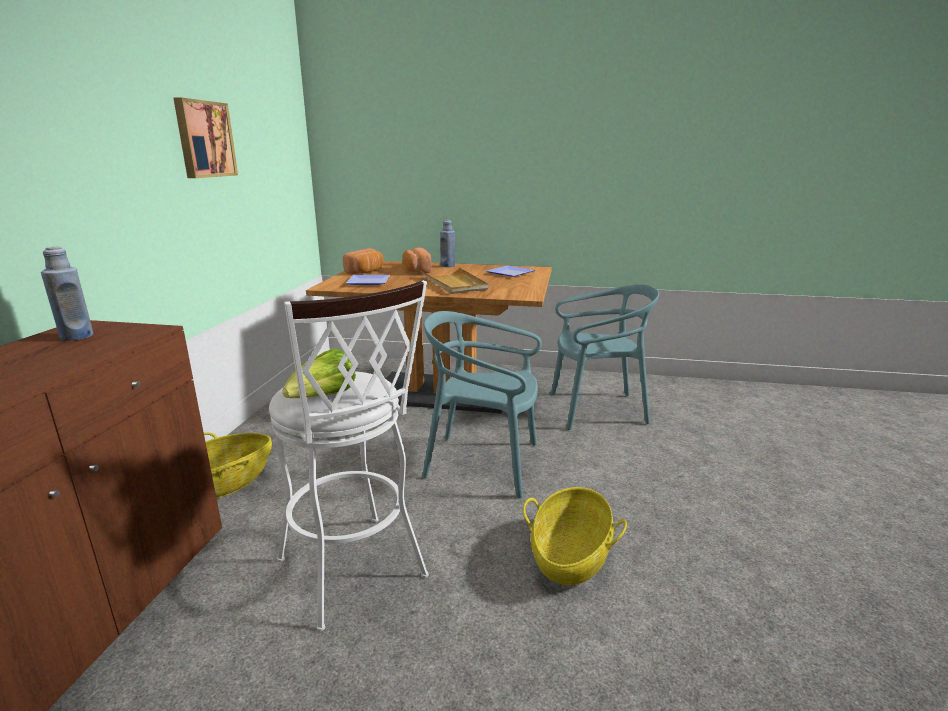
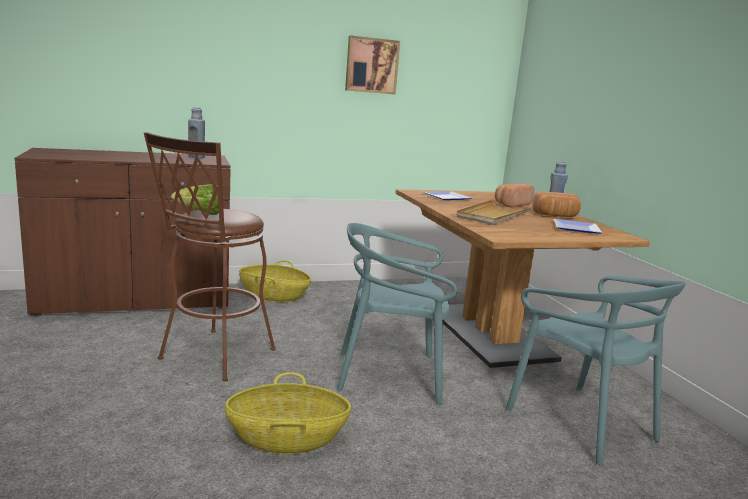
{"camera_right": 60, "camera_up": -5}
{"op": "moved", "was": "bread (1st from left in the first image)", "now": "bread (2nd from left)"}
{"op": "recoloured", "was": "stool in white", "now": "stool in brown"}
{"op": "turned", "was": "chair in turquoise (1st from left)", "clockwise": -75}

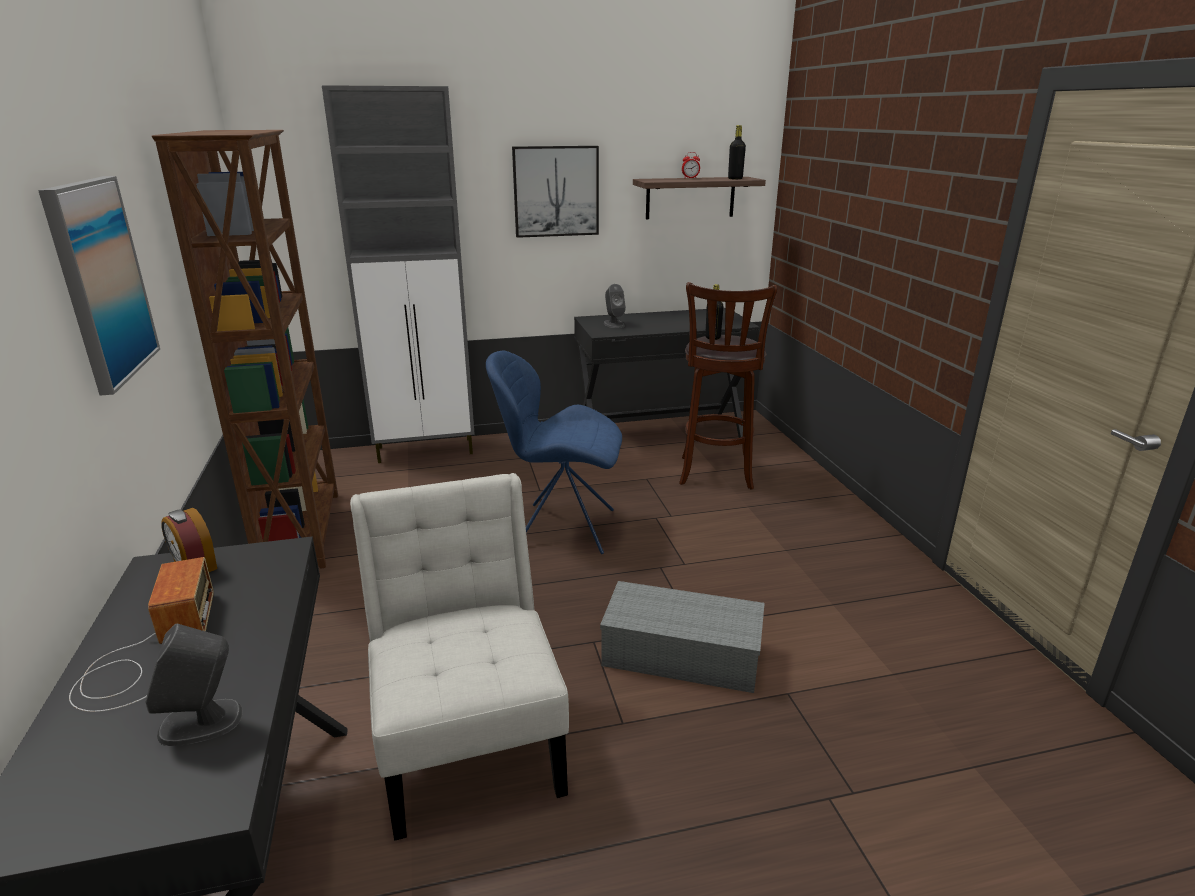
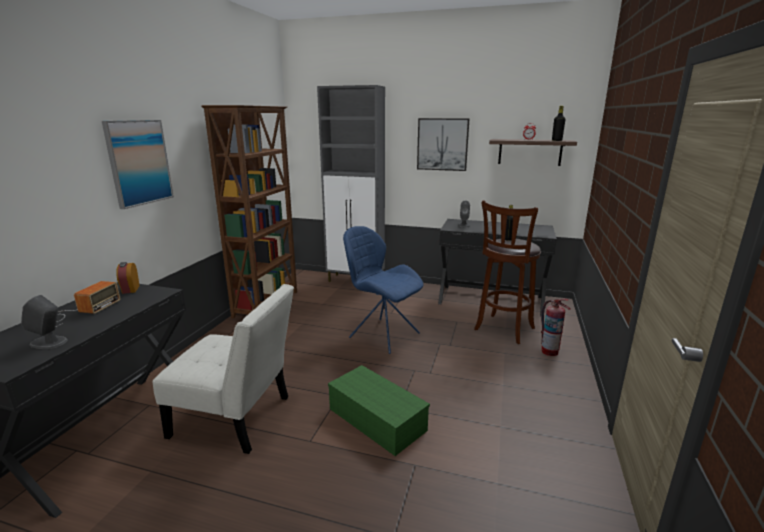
{"camera_right": 30, "camera_up": -5}
{"op": "turned", "was": "chair in white", "clockwise": 90}
{"op": "recoloured", "was": "storage box in grey", "now": "storage box in green"}
{"op": "added", "now": "fire extinguisher"}

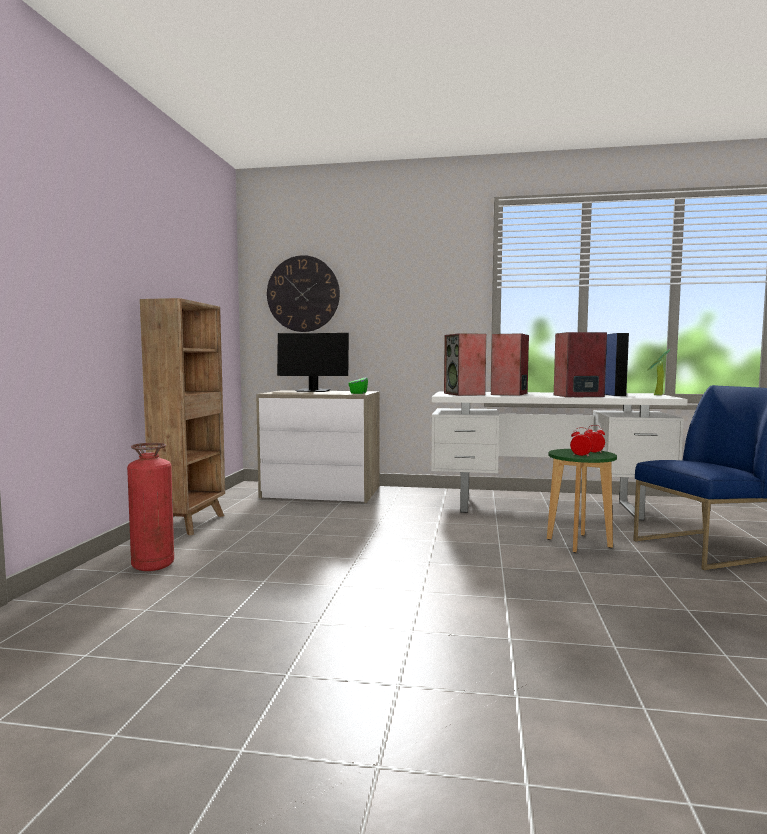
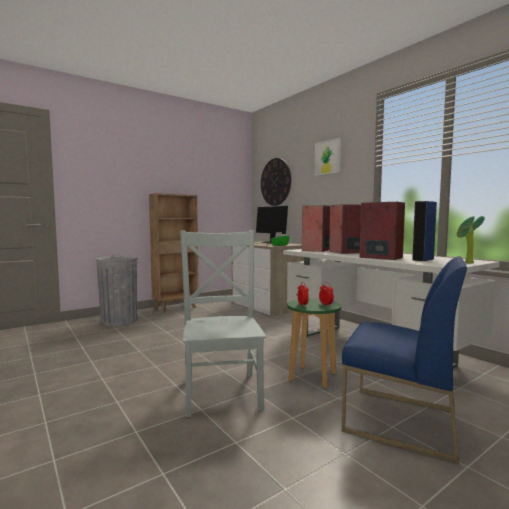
{"camera_right": 45, "camera_up": 0}
{"op": "replaced", "was": "fire extinguisher", "now": "trash can in grey"}
{"op": "added", "now": "picture"}
{"op": "added", "now": "chair in grey"}

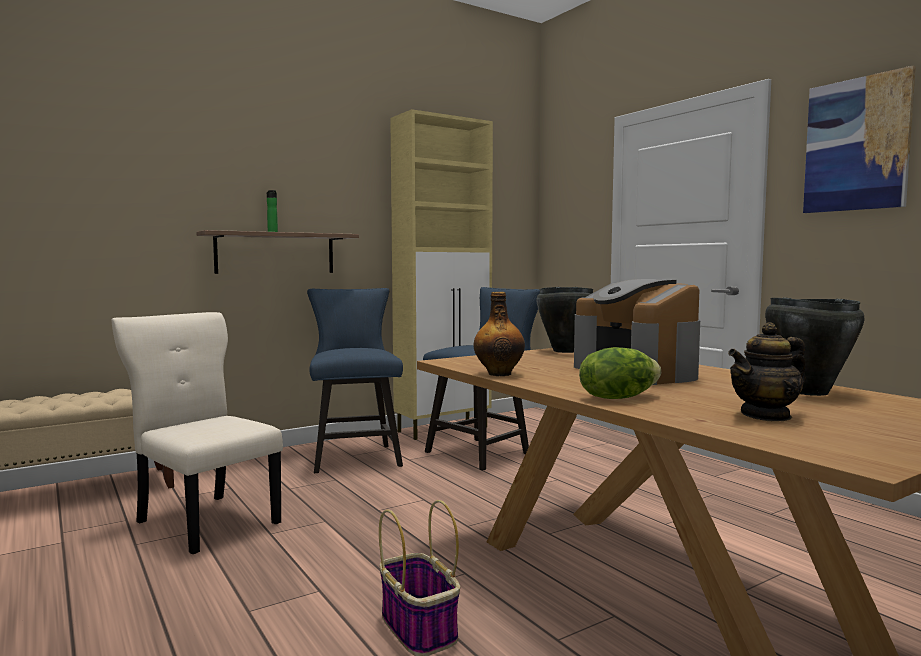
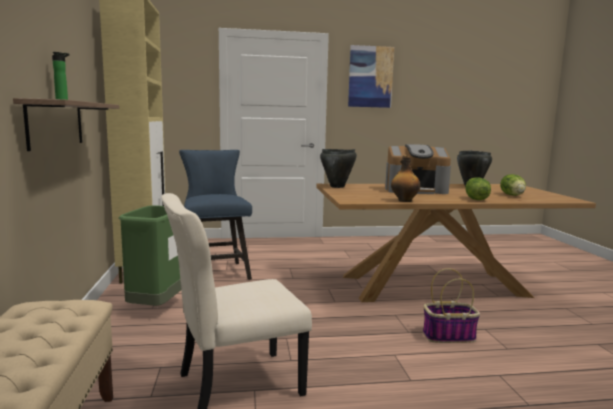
{"camera_right": -65, "camera_up": 5}
{"op": "replaced", "was": "chair in blue (1st from left)", "now": "trash can in green"}
{"op": "replaced", "was": "teapot", "now": "lettuce (2nd from left)"}

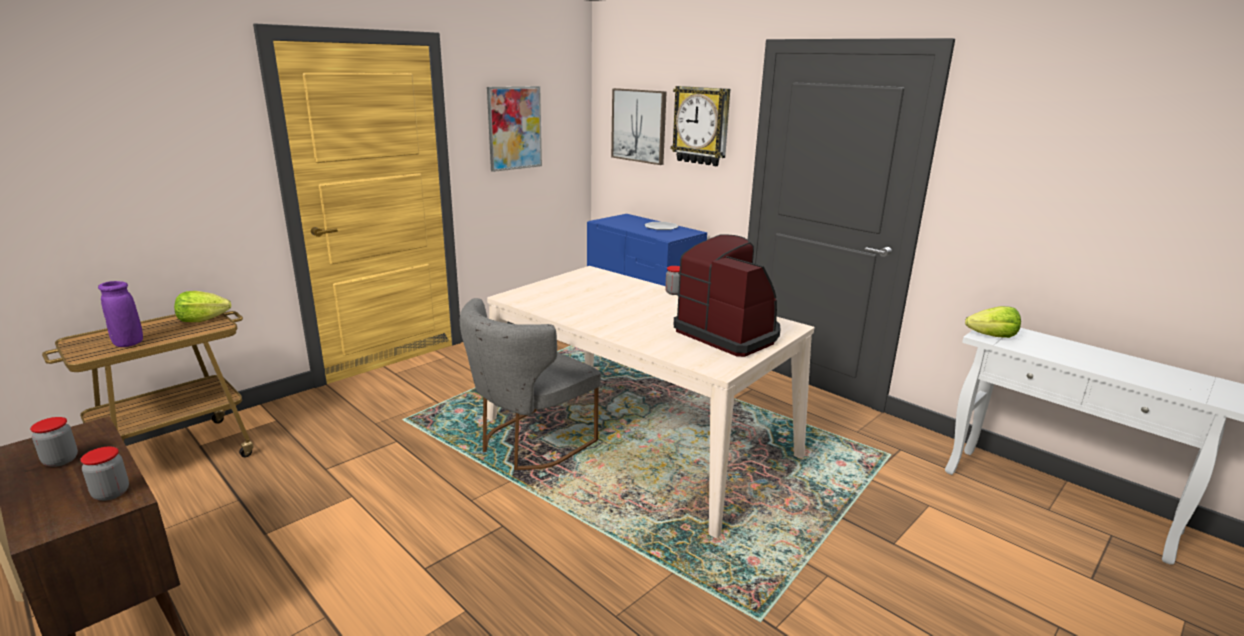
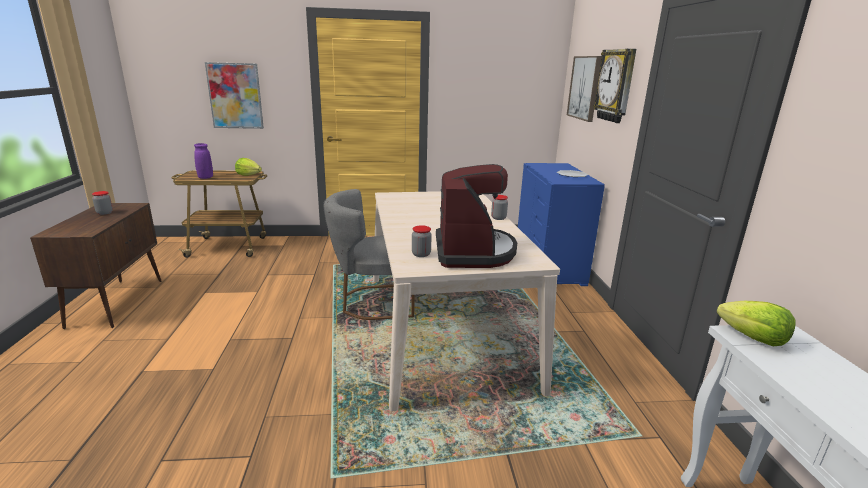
{"camera_right": 40, "camera_up": 0}
{"op": "moved", "was": "picture (1st from left)"}
{"op": "moved", "was": "jar (2nd from left)"}

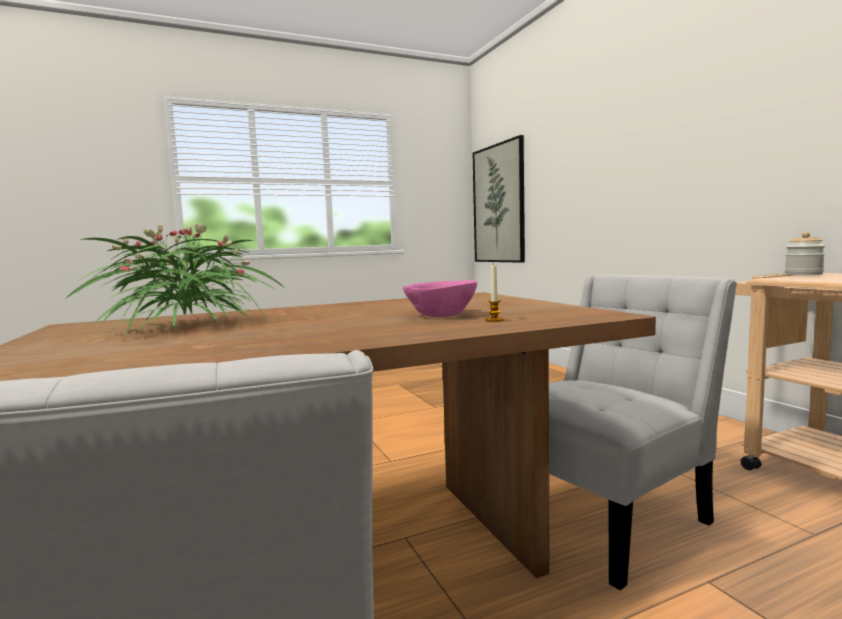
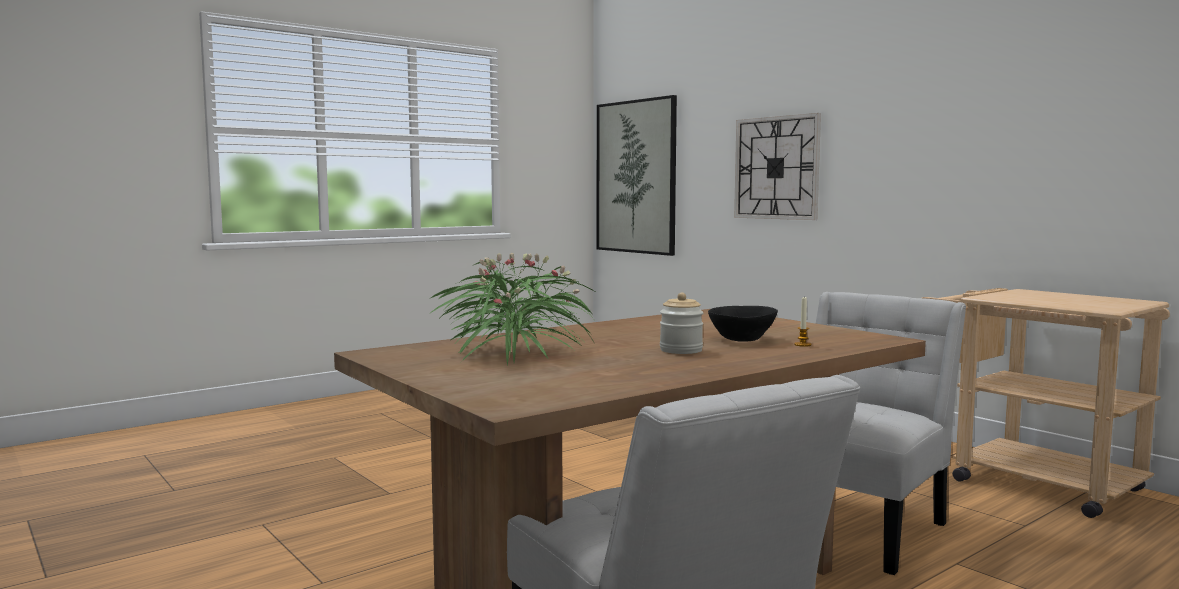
{"camera_right": -15, "camera_up": 0}
{"op": "moved", "was": "jar"}
{"op": "recoloured", "was": "bowl in pink", "now": "bowl in black"}
{"op": "added", "now": "wall clock"}

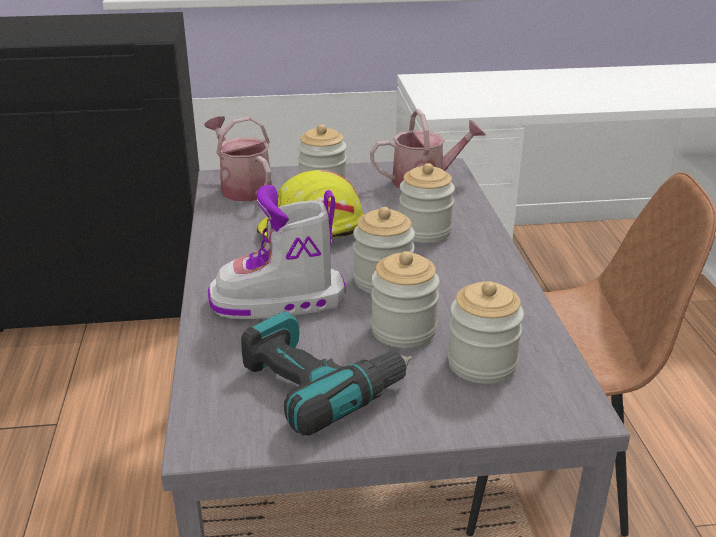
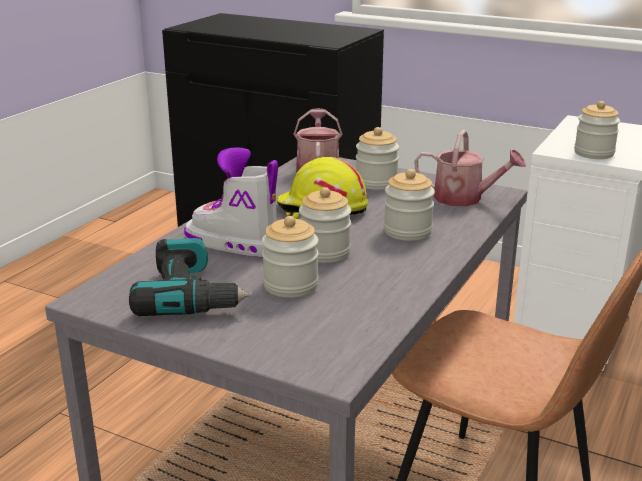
{"camera_right": 35, "camera_up": -5}
{"op": "moved", "was": "jar (5th from left)"}

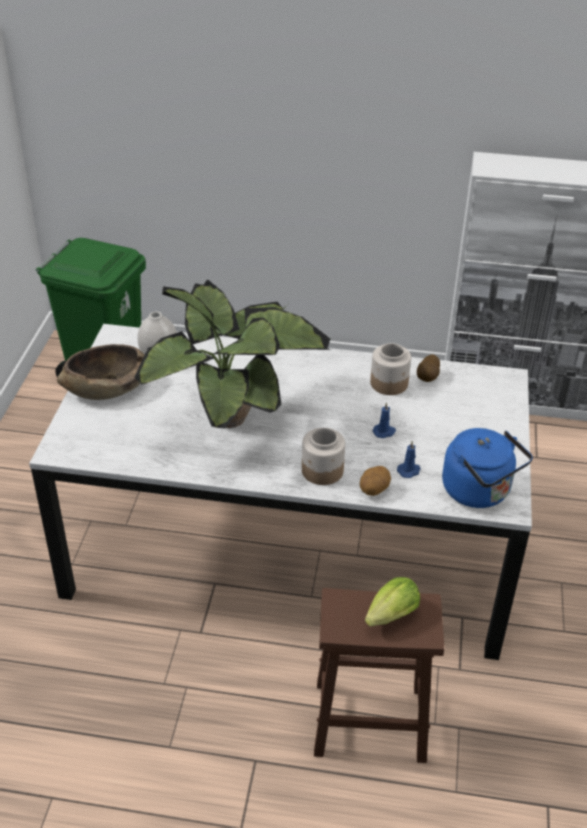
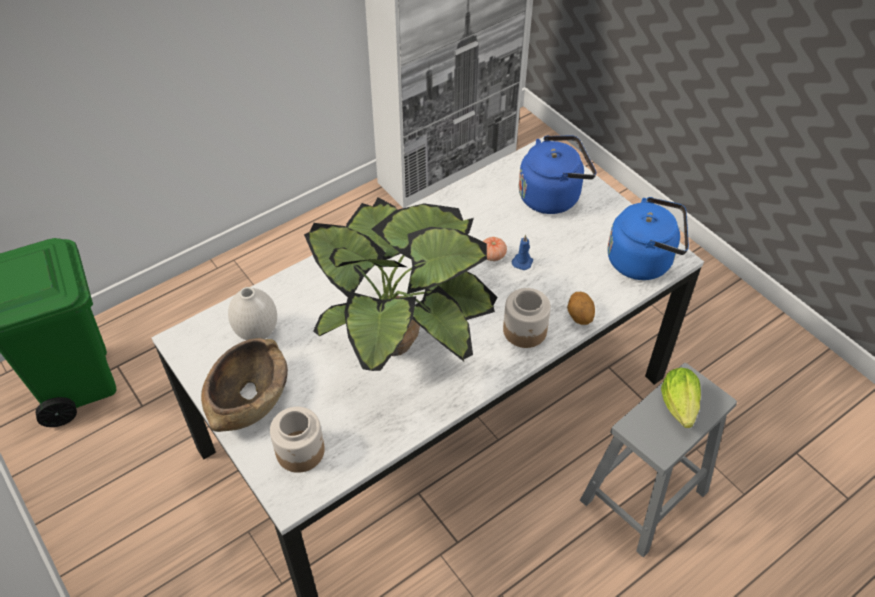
{"camera_right": -45, "camera_up": 10}
{"op": "moved", "was": "jar (2nd from left in the first image)", "now": "jar (1st from left)"}
{"op": "removed", "was": "potato (2nd from left)"}
{"op": "removed", "was": "candle in blue (2nd from left)"}
{"op": "recoloured", "was": "stool in brown", "now": "stool in grey"}
{"op": "added", "now": "kettle in blue (1st from left)"}
{"op": "added", "now": "tomato"}

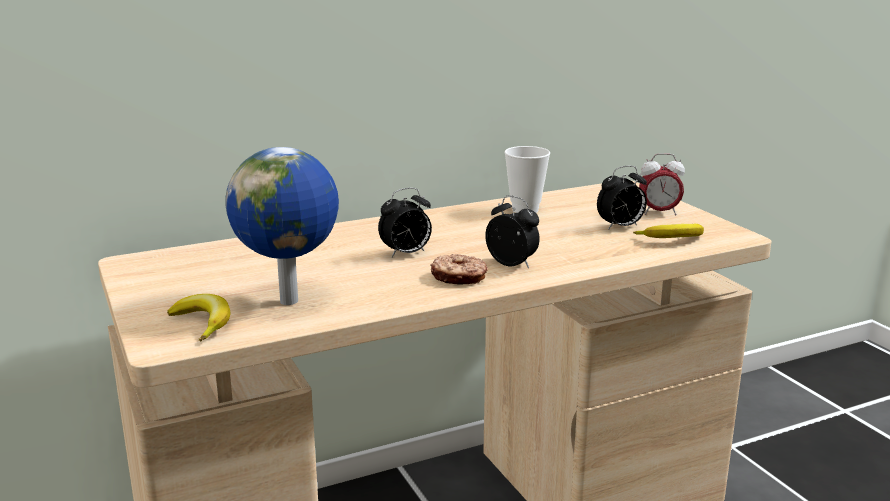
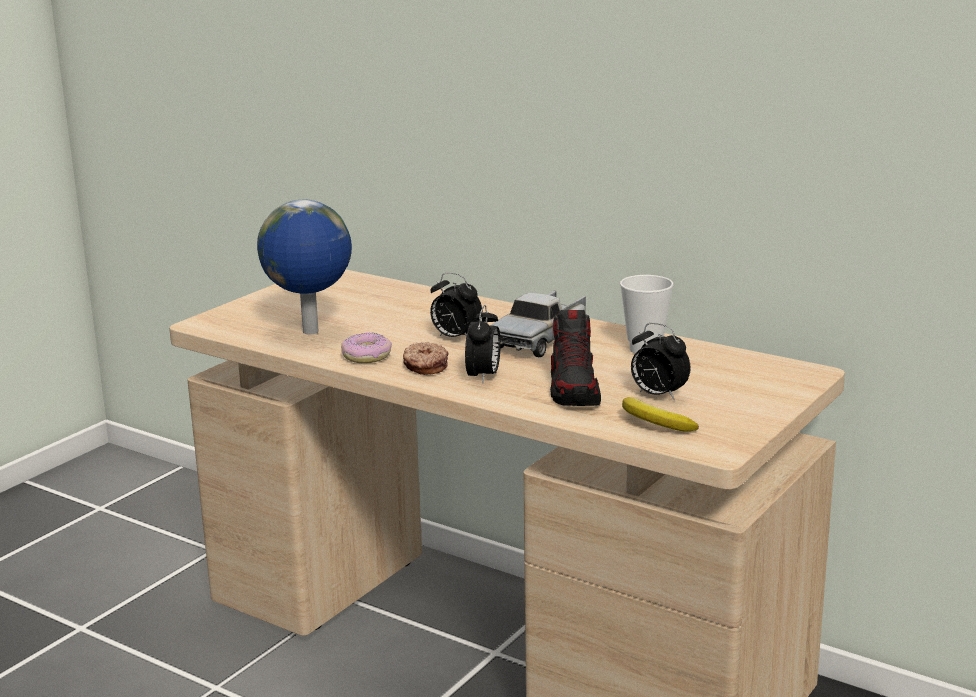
{"camera_right": 60, "camera_up": 0}
{"op": "removed", "was": "alarm clock (4th from left)"}
{"op": "removed", "was": "banana (1st from left)"}
{"op": "added", "now": "toy truck"}
{"op": "added", "now": "shoe"}
{"op": "added", "now": "donut (1st from left)"}

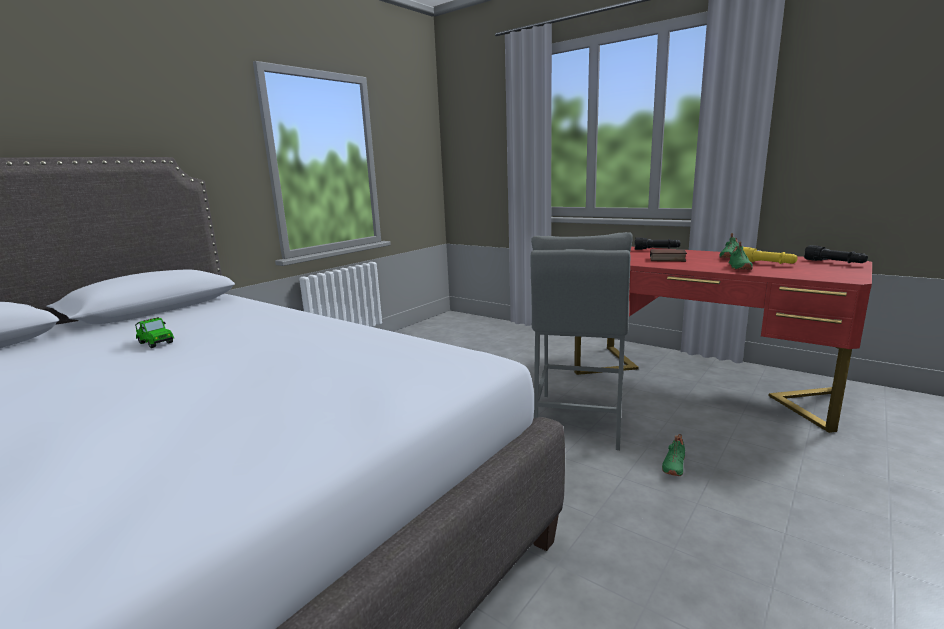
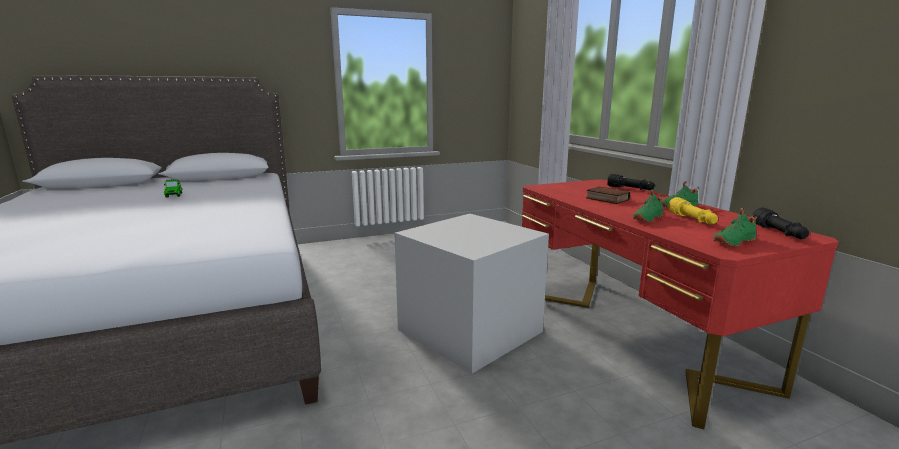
{"camera_right": 30, "camera_up": 0}
{"op": "replaced", "was": "stool in grey", "now": "storage box in grey"}
{"op": "moved", "was": "shoe in green (1st from left in the first image)", "now": "shoe in green (3rd from left)"}

